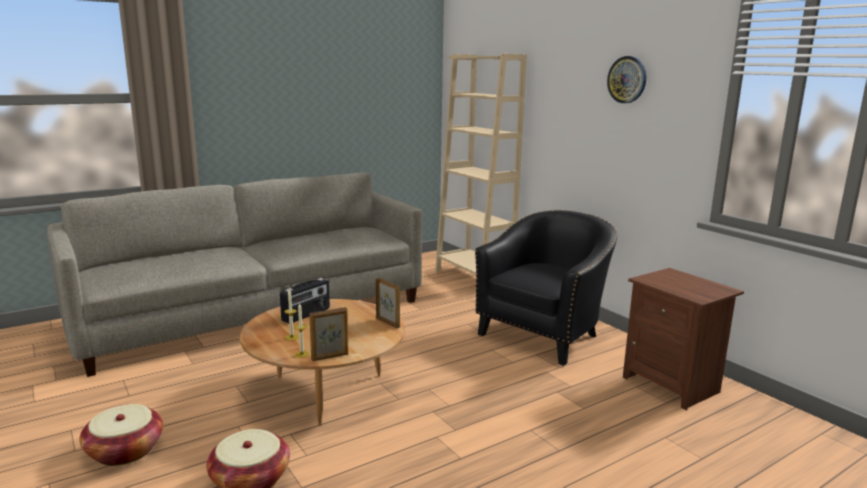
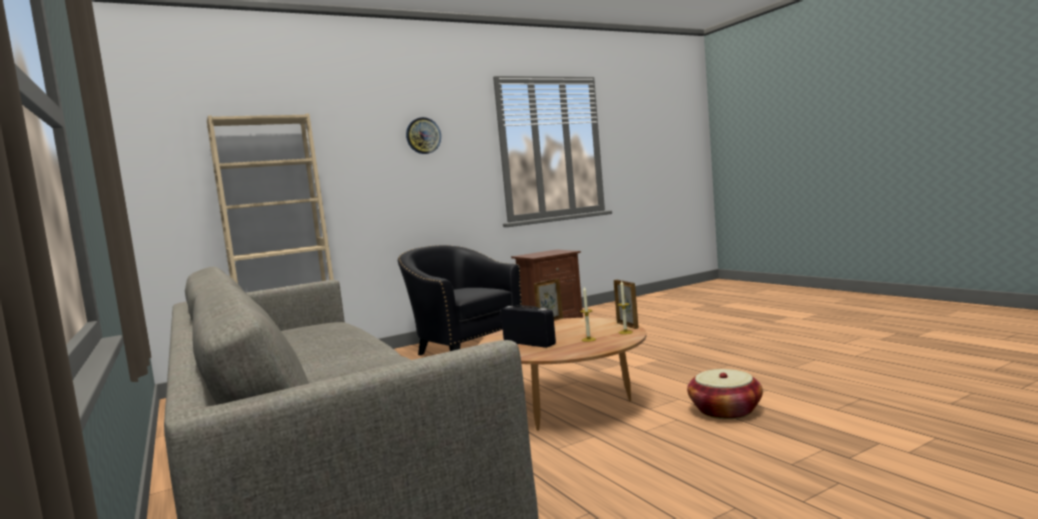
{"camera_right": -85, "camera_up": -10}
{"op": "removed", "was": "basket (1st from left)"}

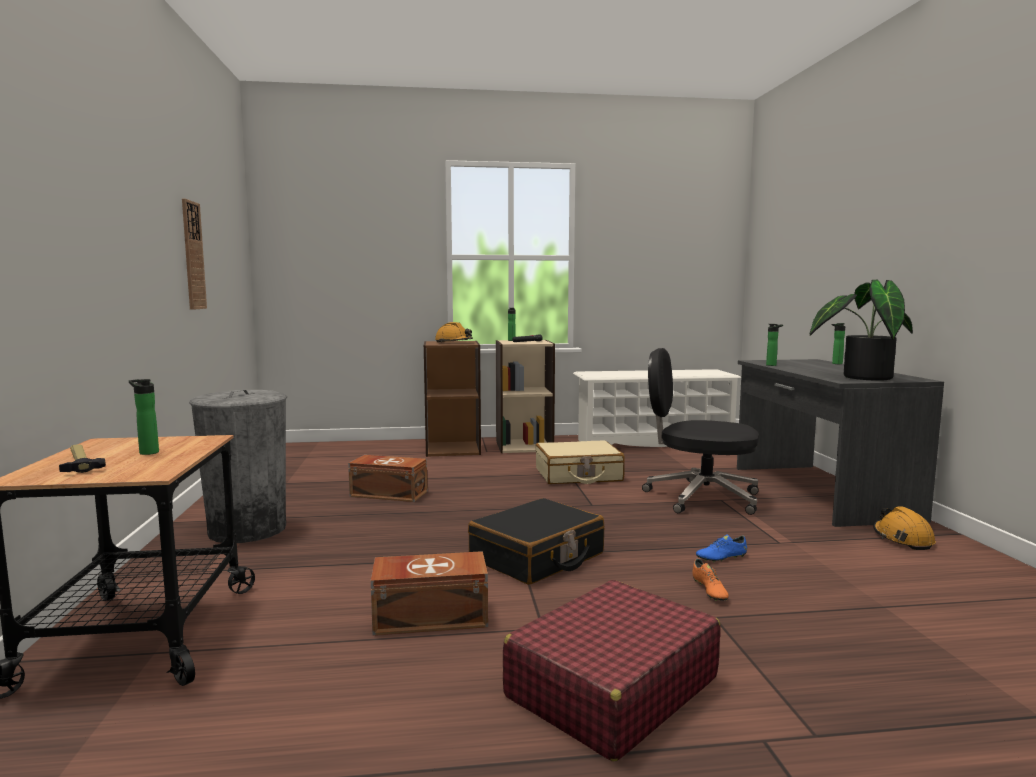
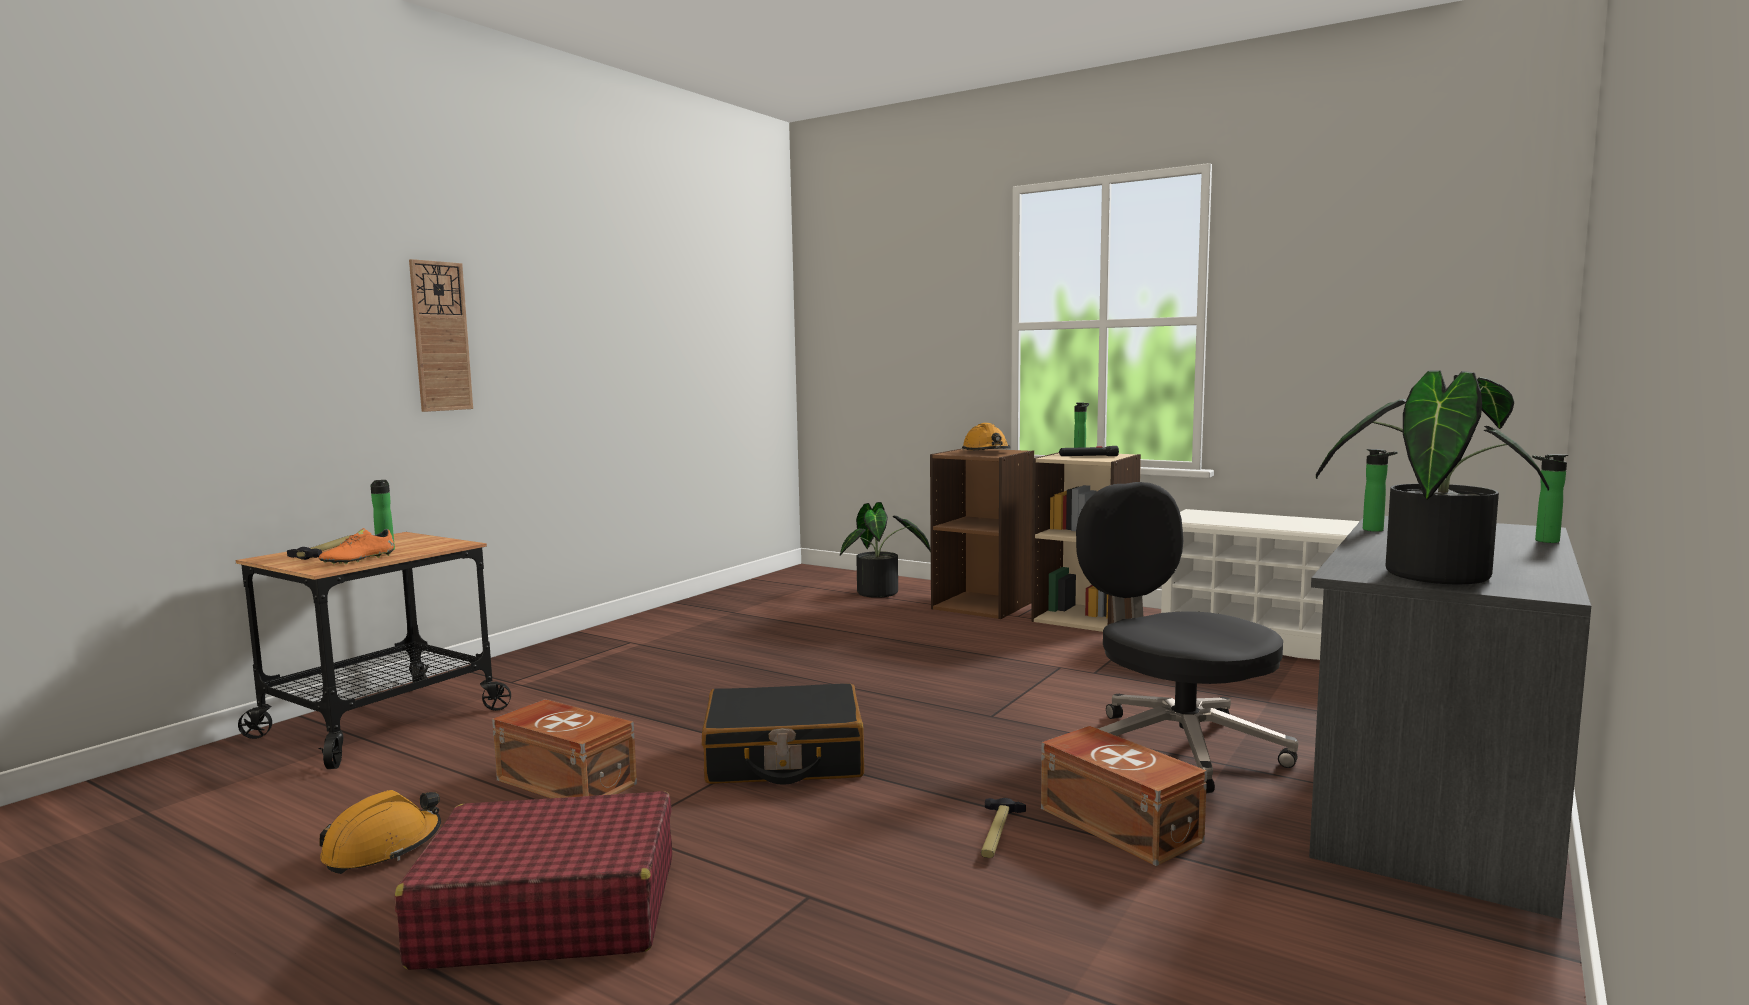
{"camera_right": 40, "camera_up": 0}
{"op": "moved", "was": "wall clock"}
{"op": "removed", "was": "trash can in grey"}
{"op": "removed", "was": "suitcase in beige"}
{"op": "moved", "was": "storage box in brown (1st from left in the first image)", "now": "storage box in brown (2nd from left)"}
{"op": "moved", "was": "hard hat in orange (2nd from left in the first image)", "now": "hard hat in orange (1st from left)"}
{"op": "replaced", "was": "shoe in blue", "now": "hammer (2nd from left)"}
{"op": "moved", "was": "shoe in orange"}
{"op": "added", "now": "potted plant (1st from left)"}

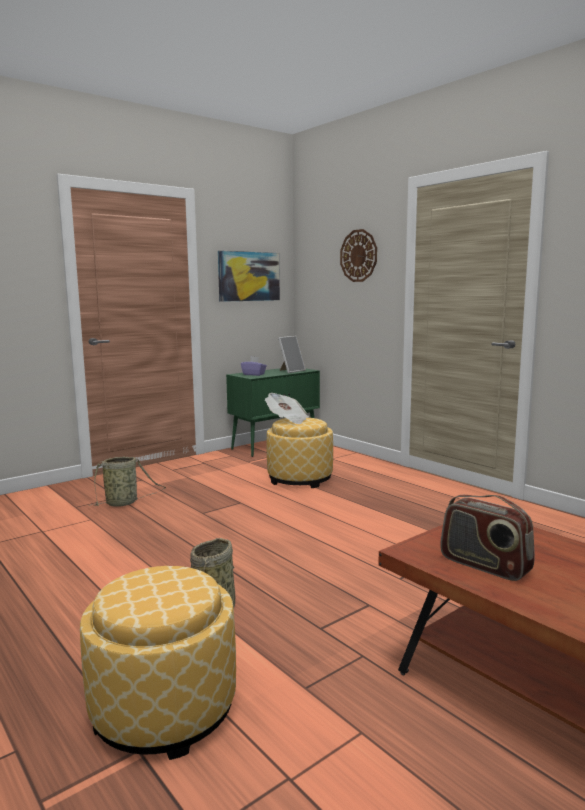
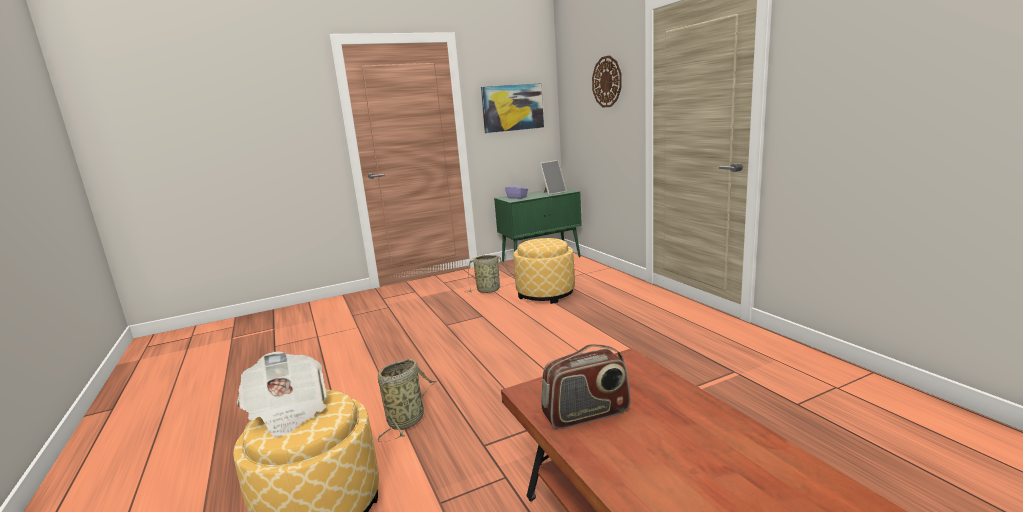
{"camera_right": 15, "camera_up": 5}
{"op": "moved", "was": "newspaper"}
{"op": "moved", "was": "basket (1st from left in the first image)", "now": "basket (2nd from left)"}
{"op": "turned", "was": "radio", "clockwise": -75}

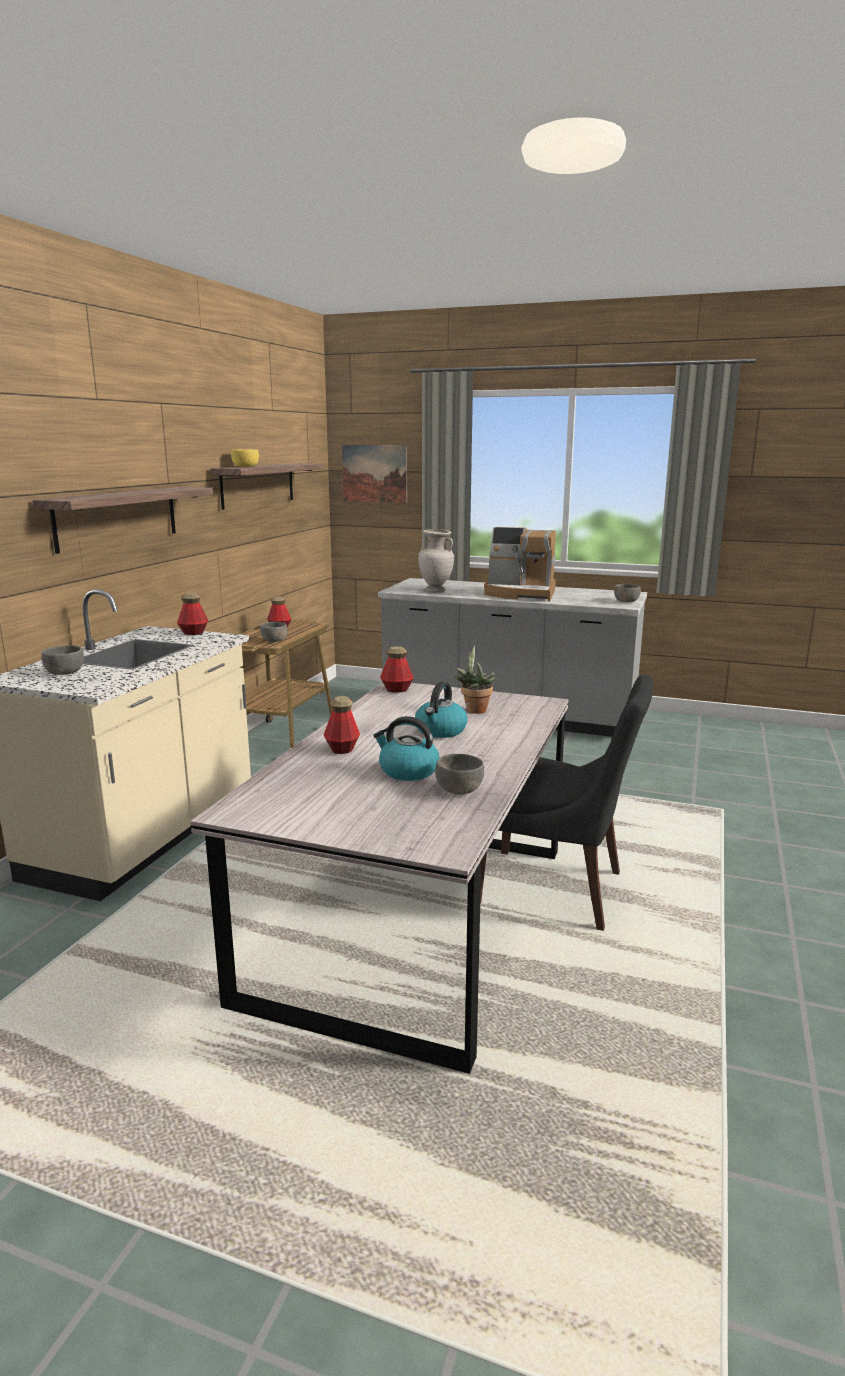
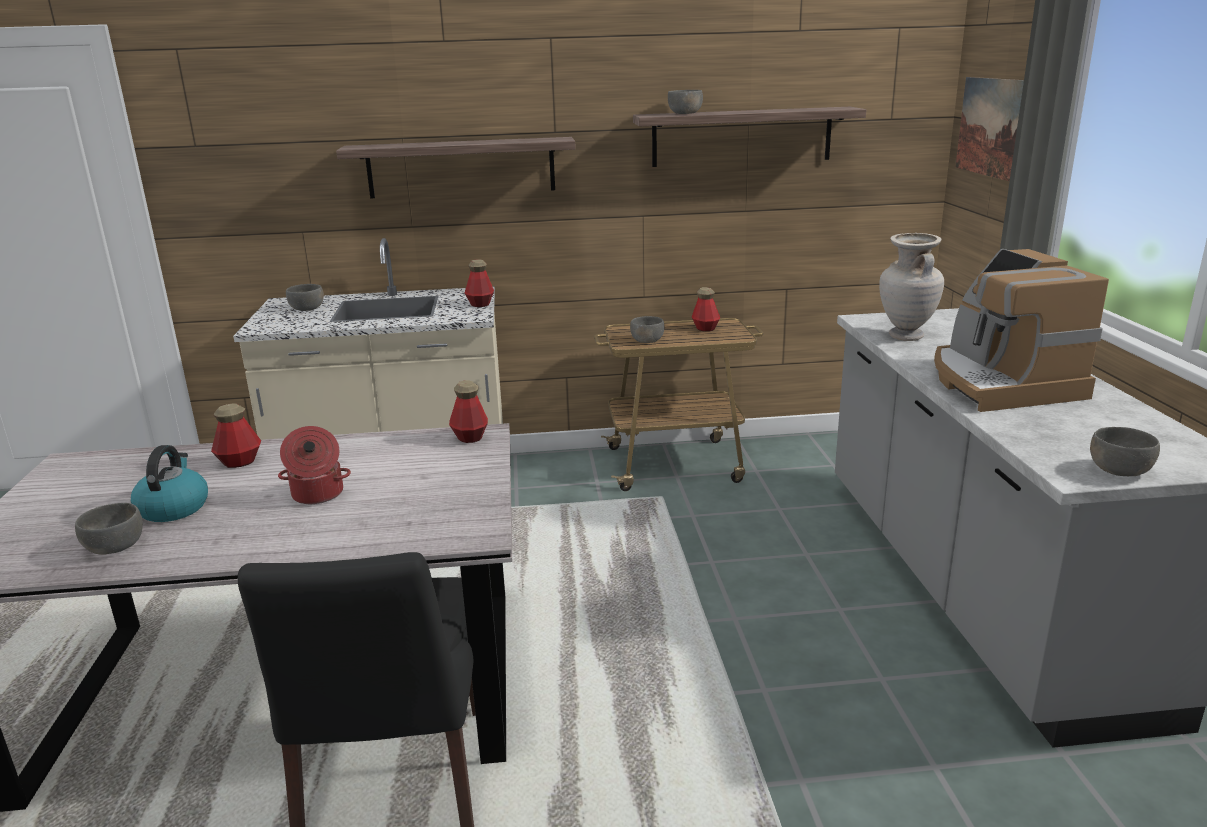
{"camera_right": 65, "camera_up": 5}
{"op": "recoloured", "was": "bowl in yellow", "now": "bowl in grey (4th from left)"}
{"op": "removed", "was": "potted plant"}
{"op": "replaced", "was": "kettle (2nd from left)", "now": "cooking pot"}

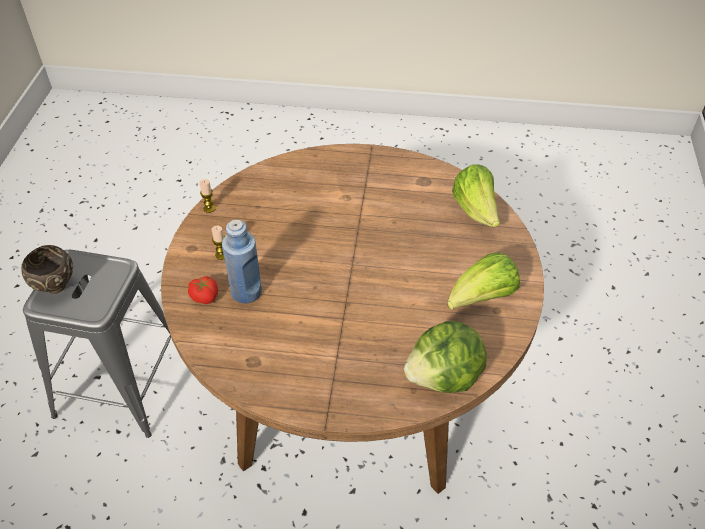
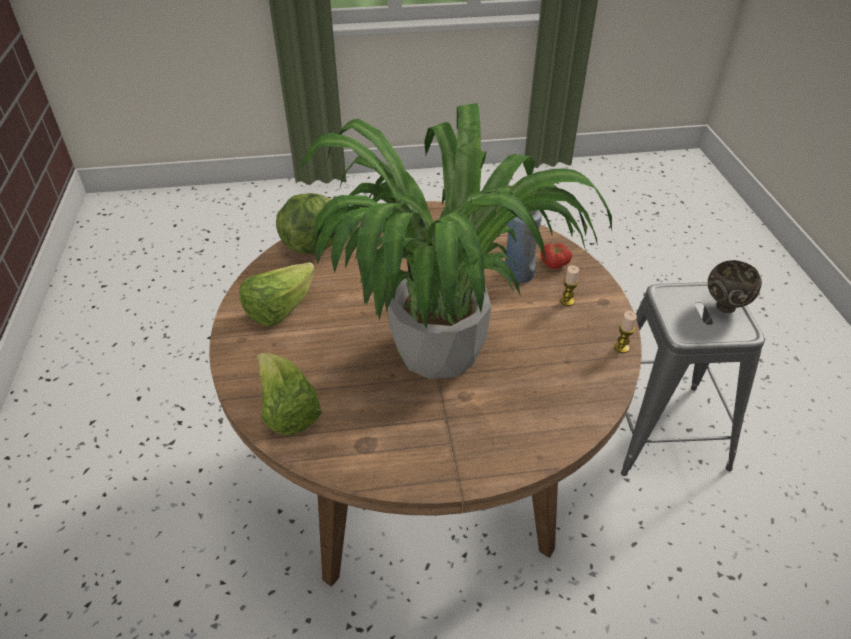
{"camera_right": 165, "camera_up": -5}
{"op": "added", "now": "potted plant"}

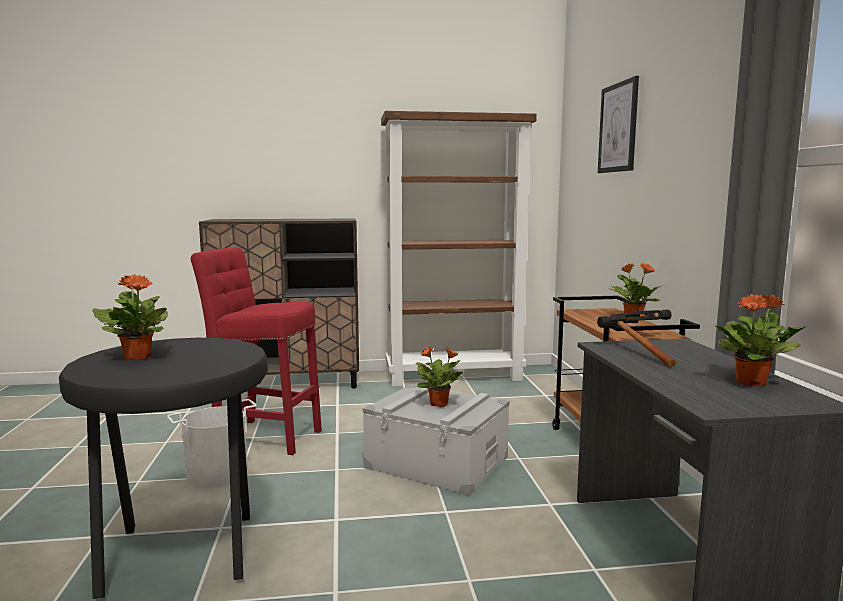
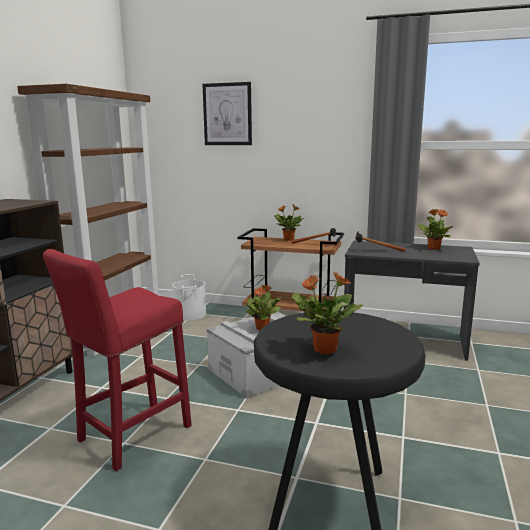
{"camera_right": -65, "camera_up": 5}
{"op": "moved", "was": "bucket in white"}

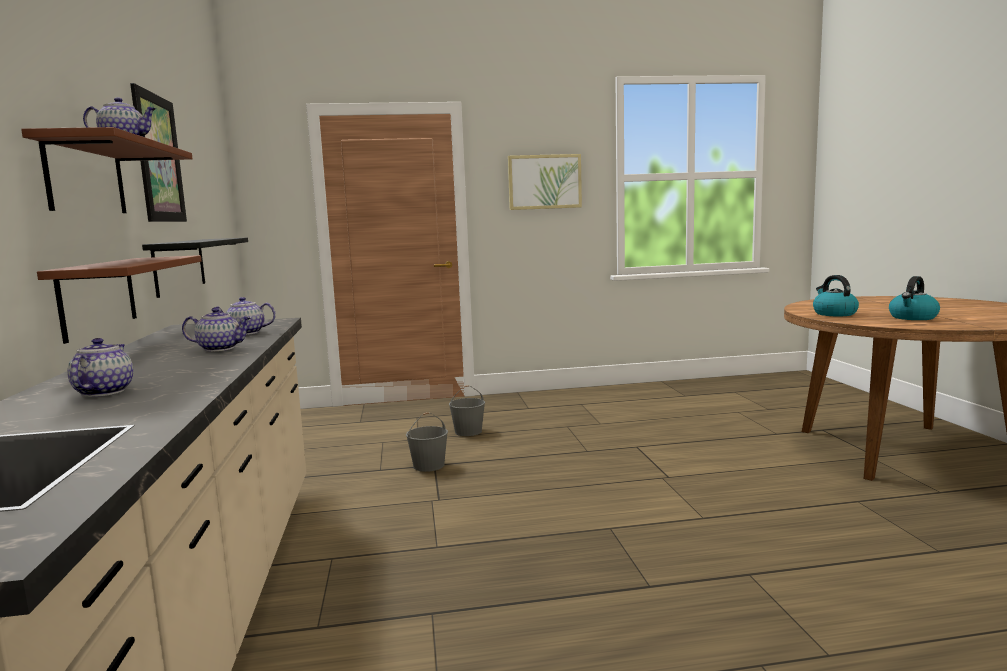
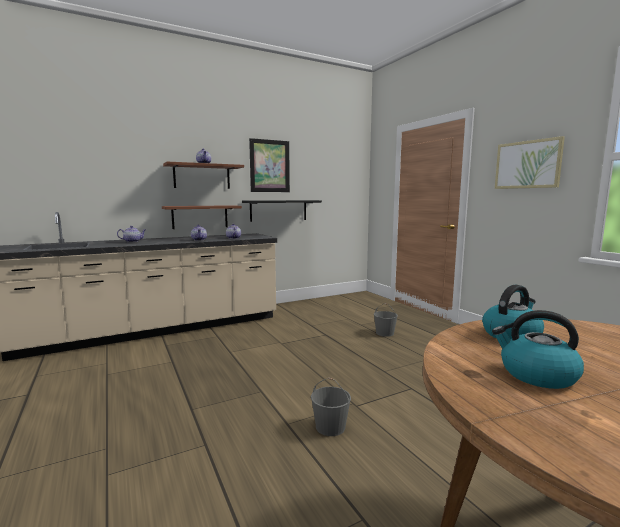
{"camera_right": 70, "camera_up": 0}
{"op": "moved", "was": "bucket in grey (1st from left)"}

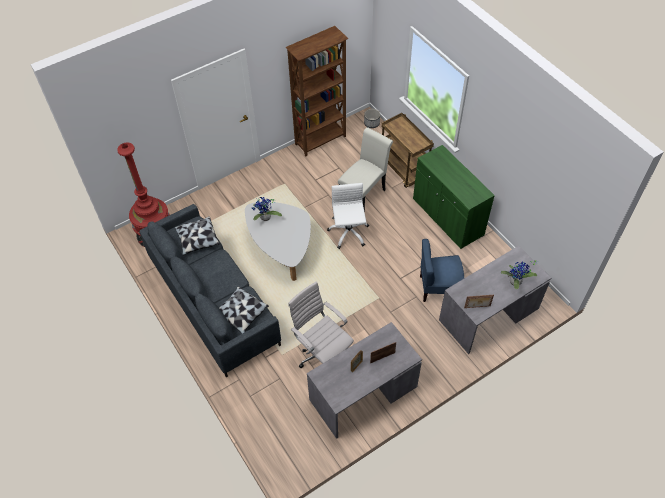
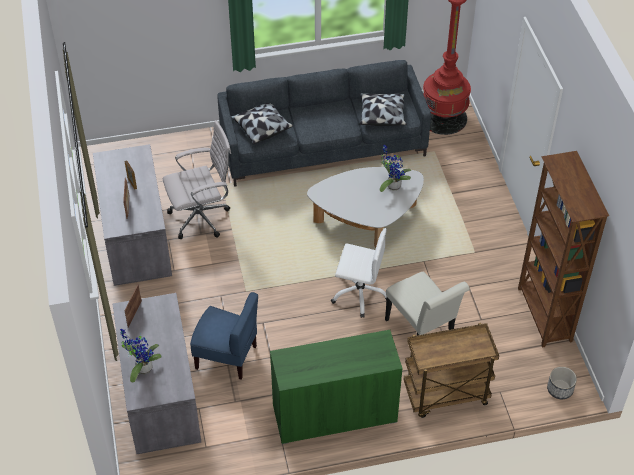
{"camera_right": 110, "camera_up": -5}
{"op": "turned", "was": "chair in blue", "clockwise": 90}

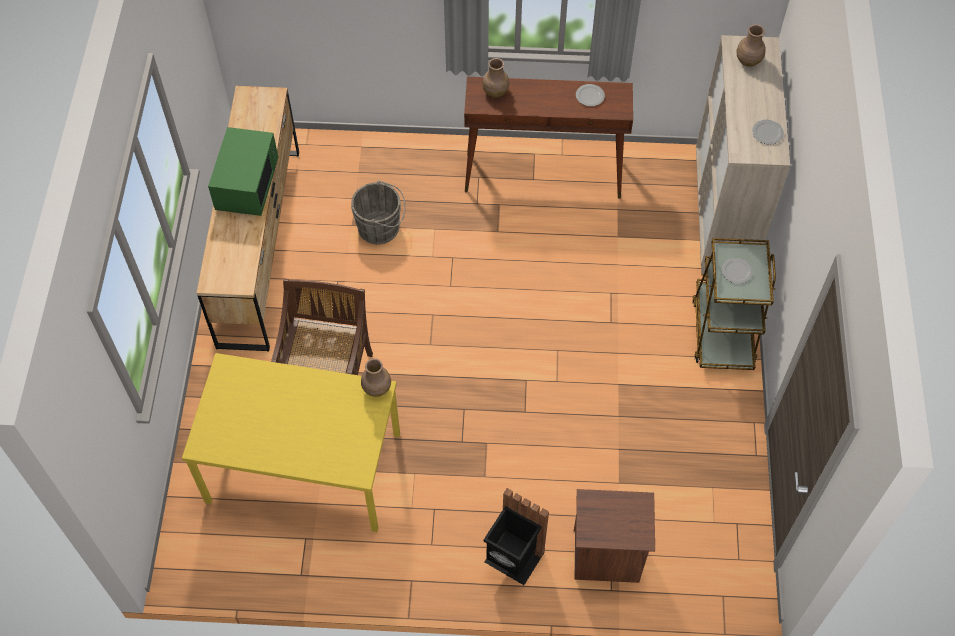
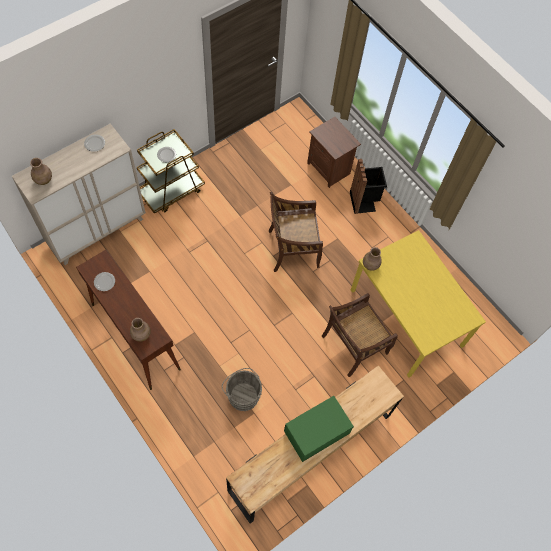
{"camera_right": -135, "camera_up": 5}
{"op": "added", "now": "chair in brown (1st from left)"}

